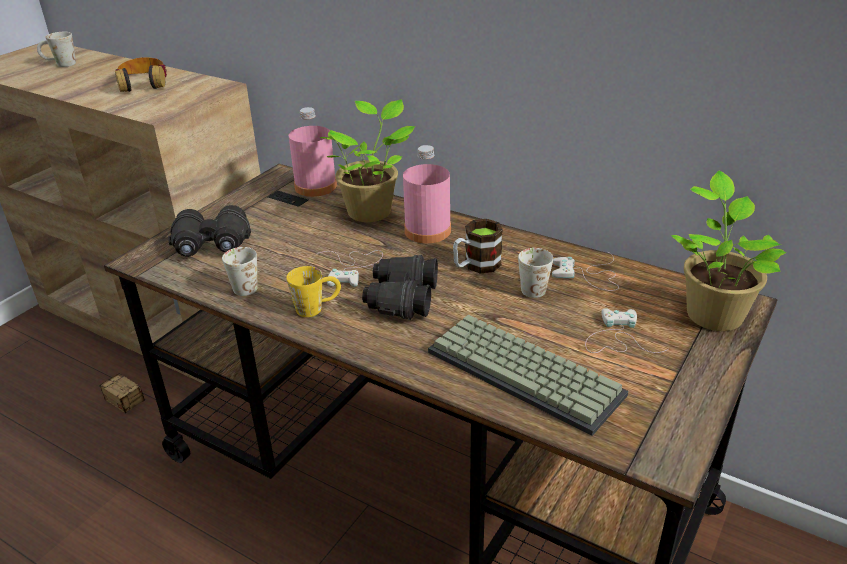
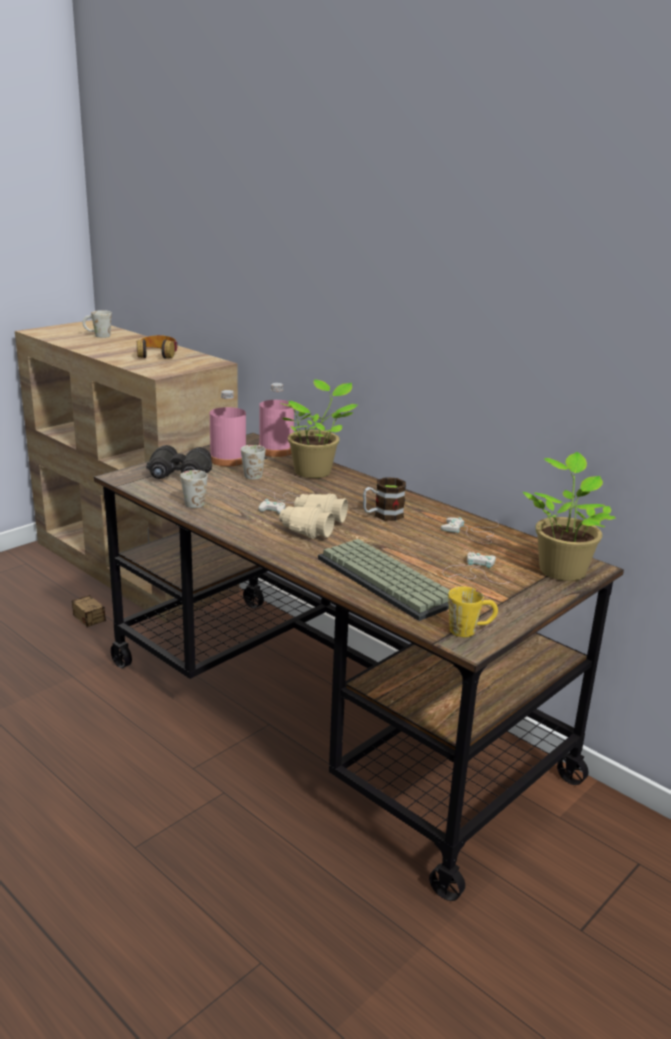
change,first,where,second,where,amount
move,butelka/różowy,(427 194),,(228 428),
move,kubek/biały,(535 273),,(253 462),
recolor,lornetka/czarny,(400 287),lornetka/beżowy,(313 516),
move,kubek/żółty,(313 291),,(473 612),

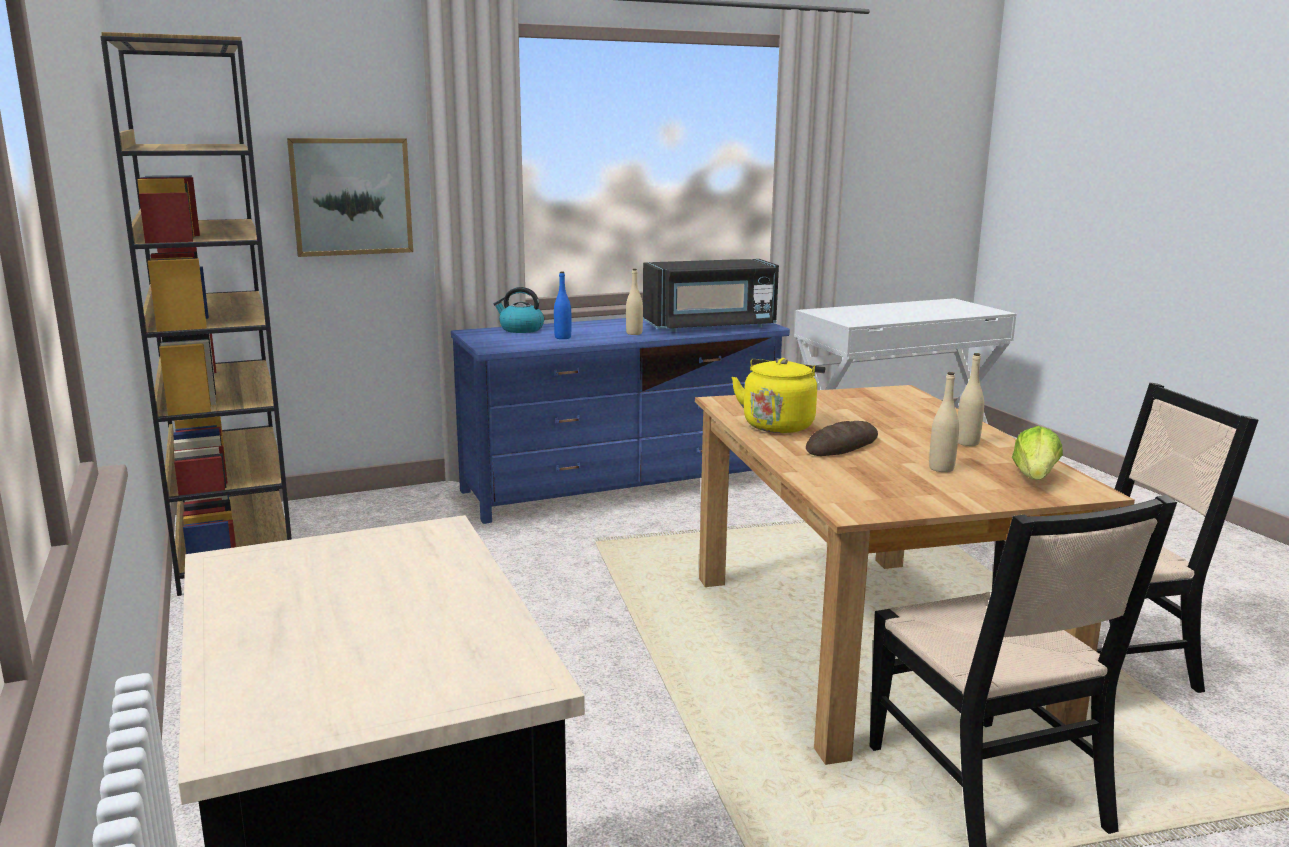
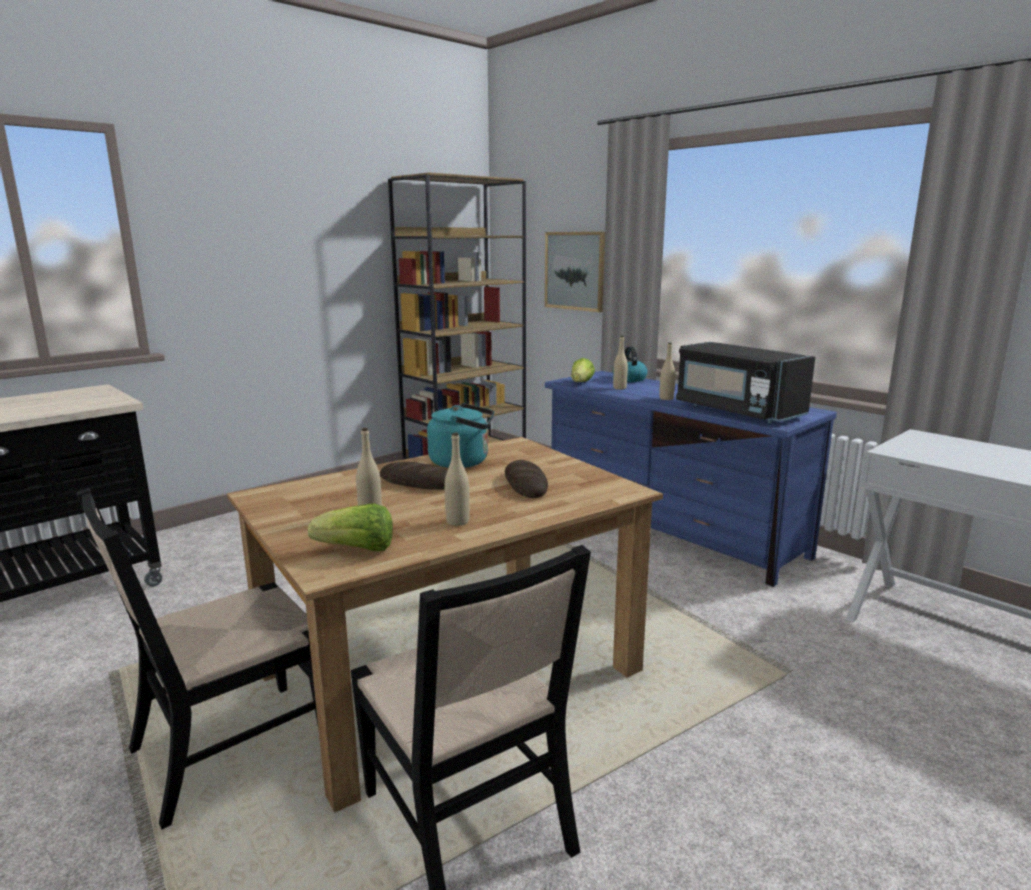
change,first,where,second,where,amount
recolor,czajnik/żółty,(778 395),czajnik/turkusowy,(460 435),
insert,,,chleb,(526 479),
insert,,,sałata,(583 370),
recolor,butelka/niebieski,(562 305),butelka/beżowy,(620 363),

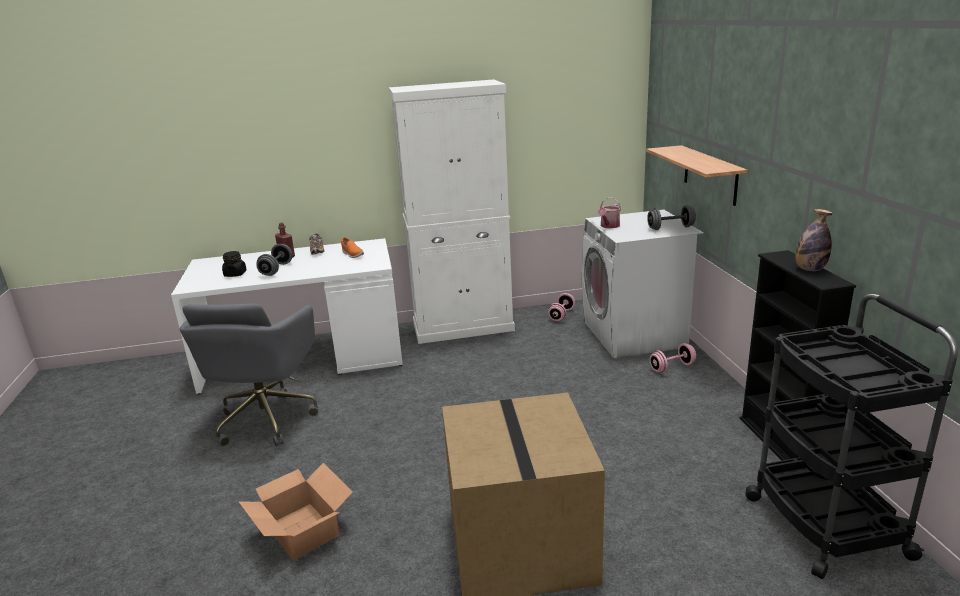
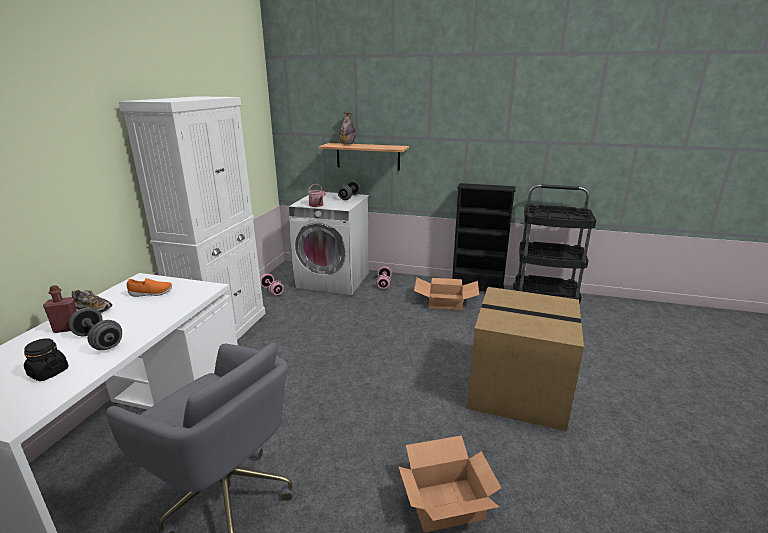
change,first,where,second,where,amount
move,butelka,(813 240),,(347 128),
insert,,,karton,(446 294),

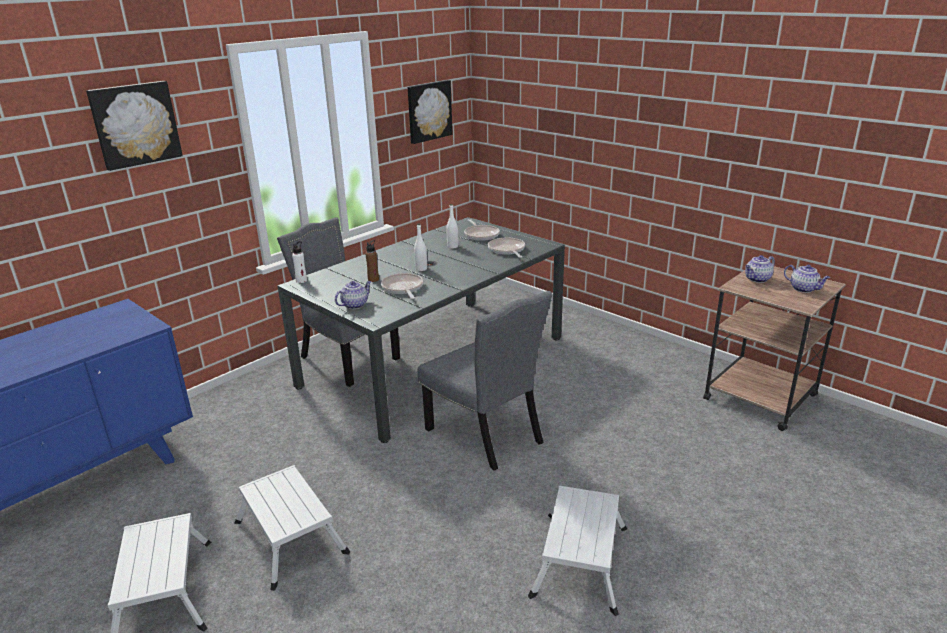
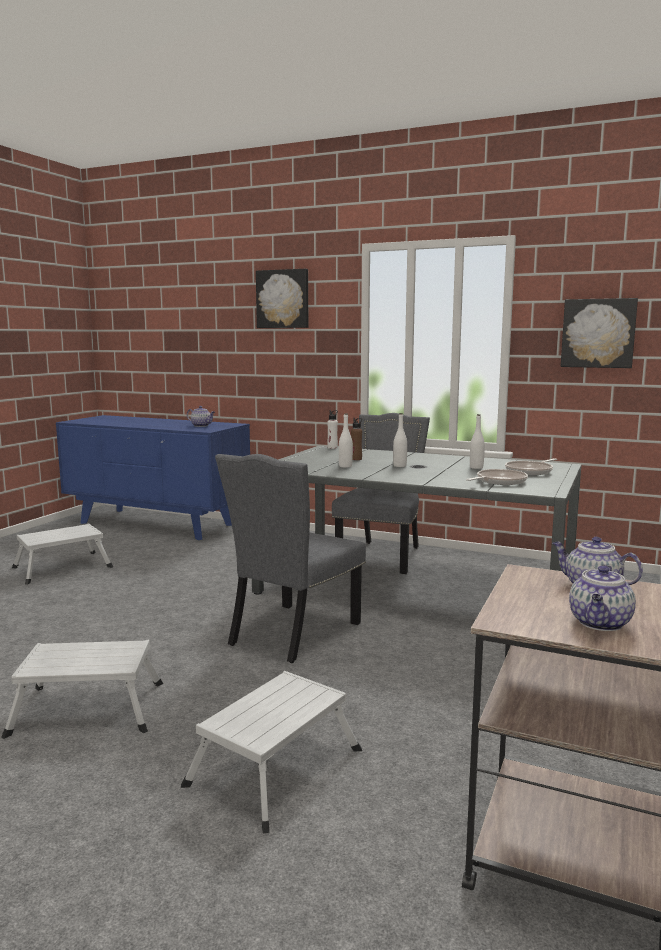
change,first,where,second,where,amount
move,drabinka/biały,(292 528),,(271 752),
move,imbryk,(353 295),,(201 416),
replace,patelnia,(402 286),butelka/biały,(346 440),

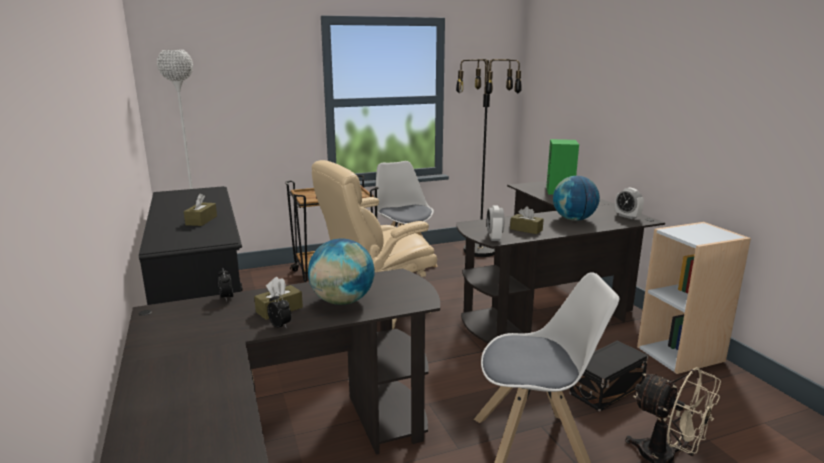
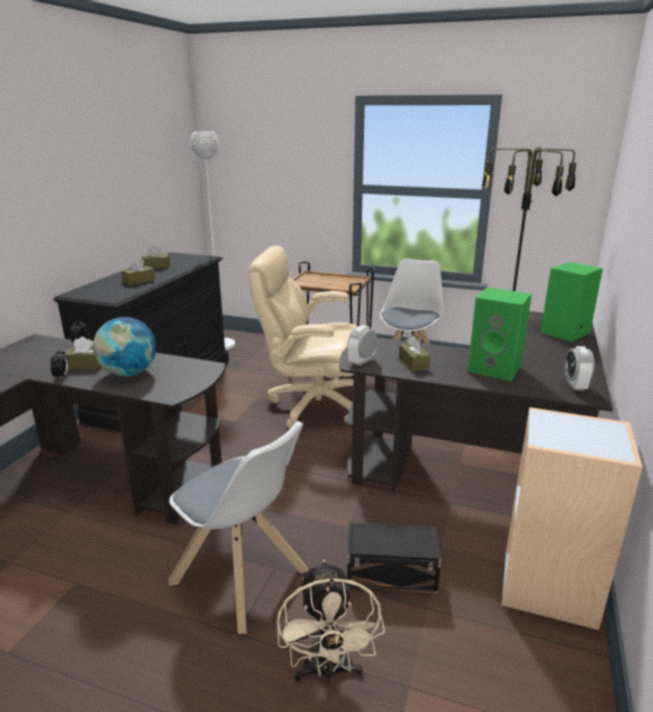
change,first,where,second,where,amount
insert,,,pudełko chusteczek/brązowy,(155 257),
replace,globus,(576 198),głośnik/zielony,(500 334),

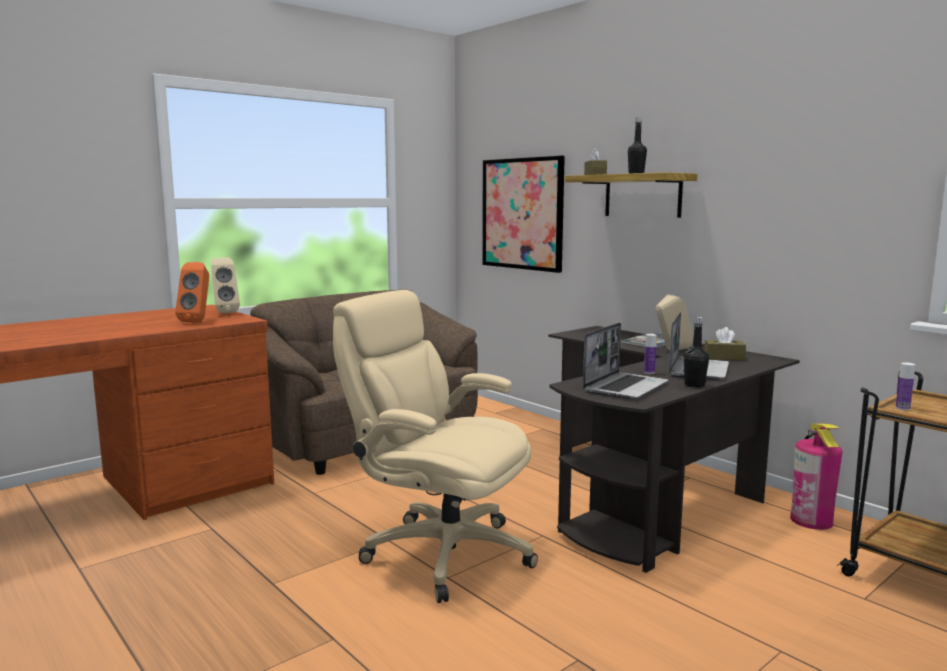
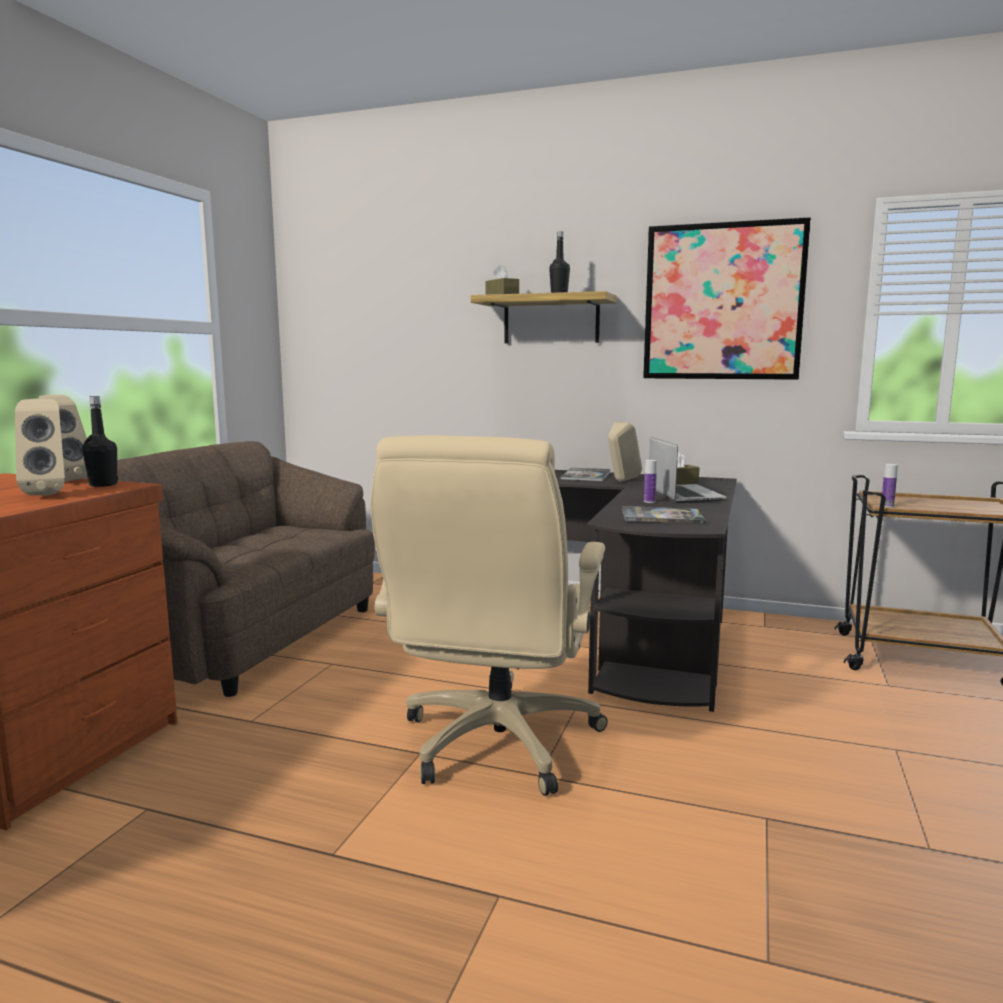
change,first,where,second,where,amount
recolor,głośnik/pomarańczowy,(192 292),głośnik/beżowy,(40 447),
move,butelka/czarny,(696 352),,(100 441),
rotate,krzesło biurowe/beżowy,(435 446),,(489 615),75 degrees counterclockwise
replace,laptop,(626 360),książka,(664 515),
move,obraz,(523 214),,(727 298),
delete,gaśnica,(816 476),,,

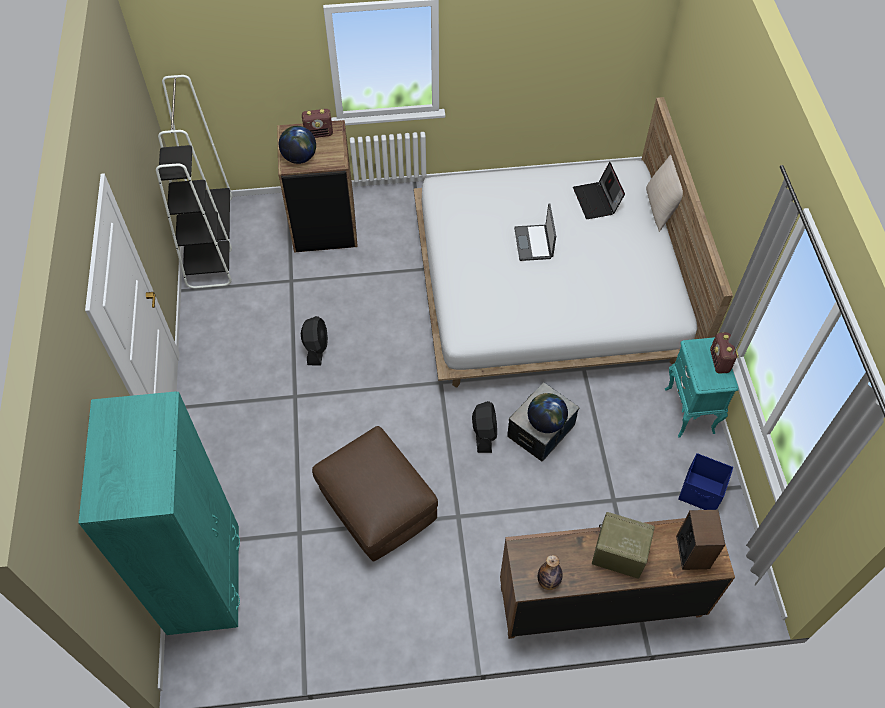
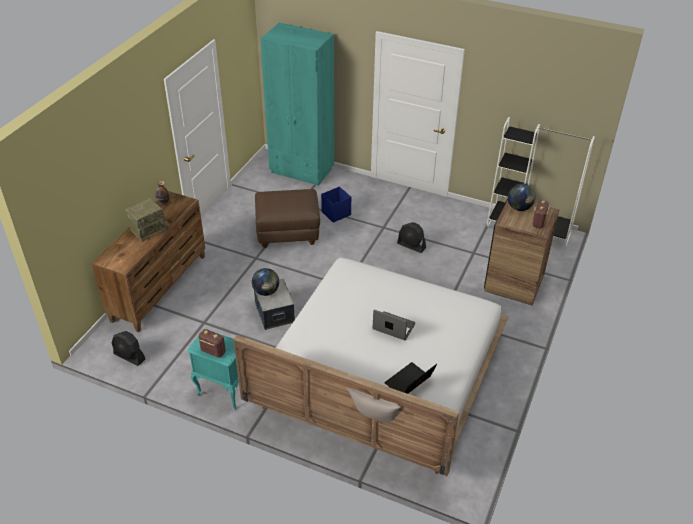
change,first,where,second,where,amount
move,wentylator/czarny,(484 427),,(128 348),
move,pojemnik do przechowywania/niebieski,(705 481),,(336 205),
rotate,laptop,(599 190),,(410 378),60 degrees counterclockwise
delete,głośnik,(700 540),,,

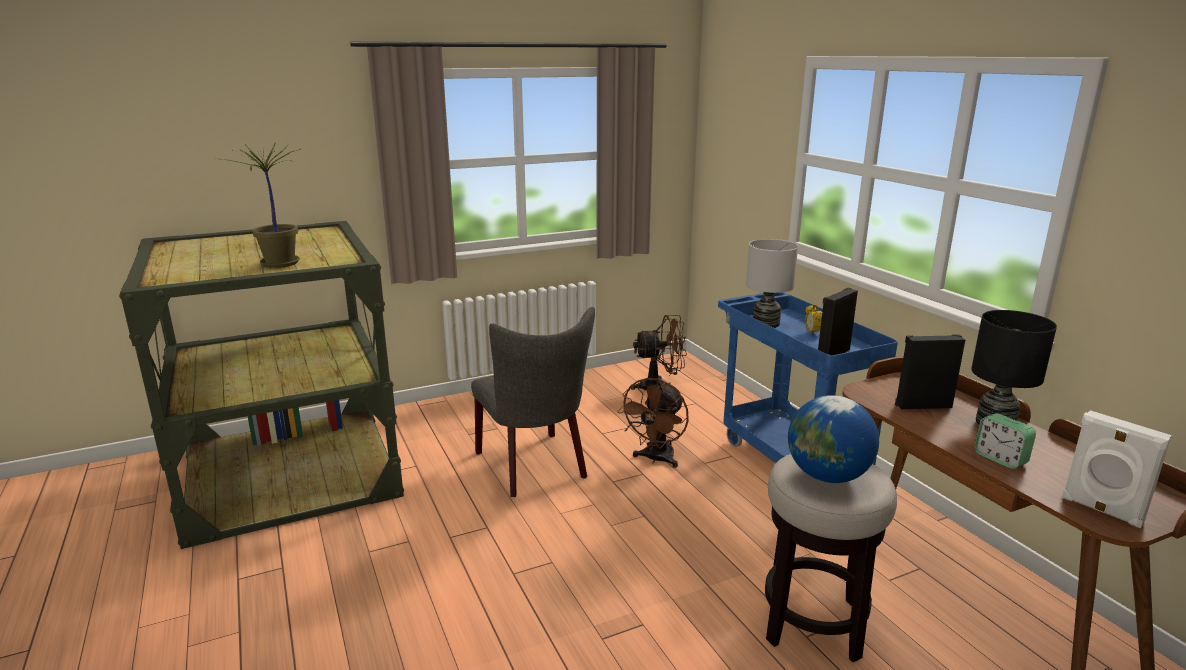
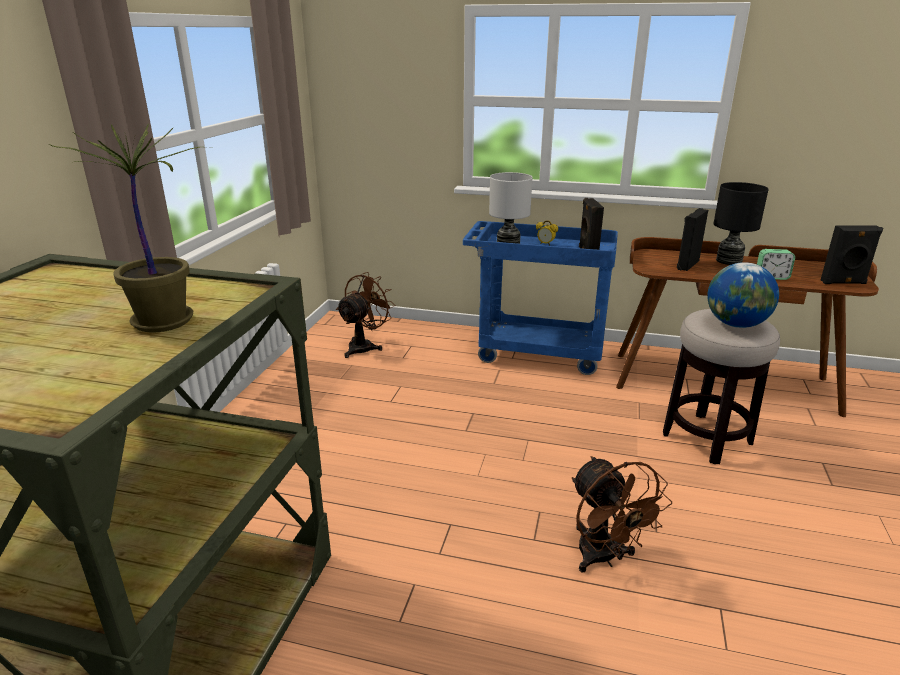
change,first,where,second,where,amount
move,wentylator/brązowy,(653 423),,(622 514),
recolor,głośnik/biały,(1117 469),głośnik/czarny,(852 255),
delete,krzesło/szary,(533 402),,,

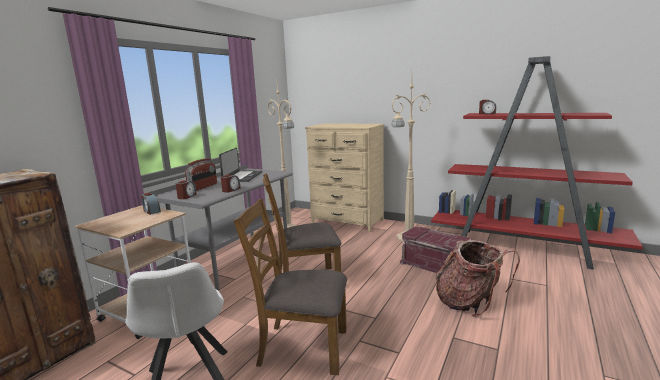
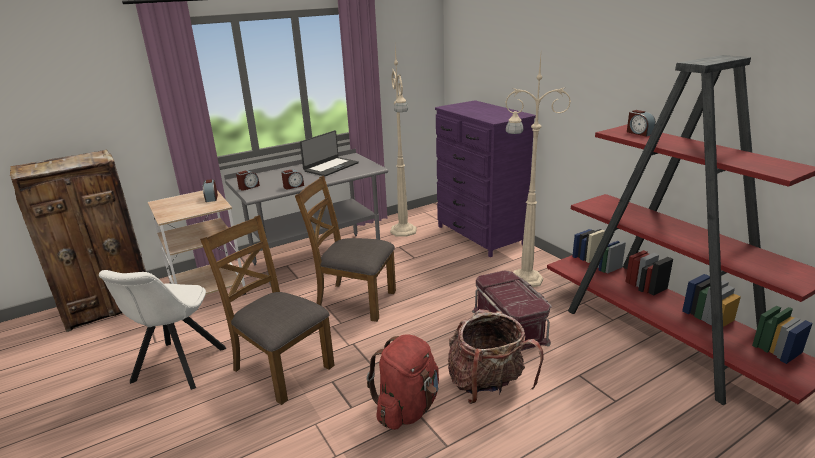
change,first,where,second,where,amount
insert,,,plecak/czerwony,(403 382),
recolor,komoda/beżowy,(345 177),komoda/fioletowy,(485 178),
delete,radio,(201 174),,,

